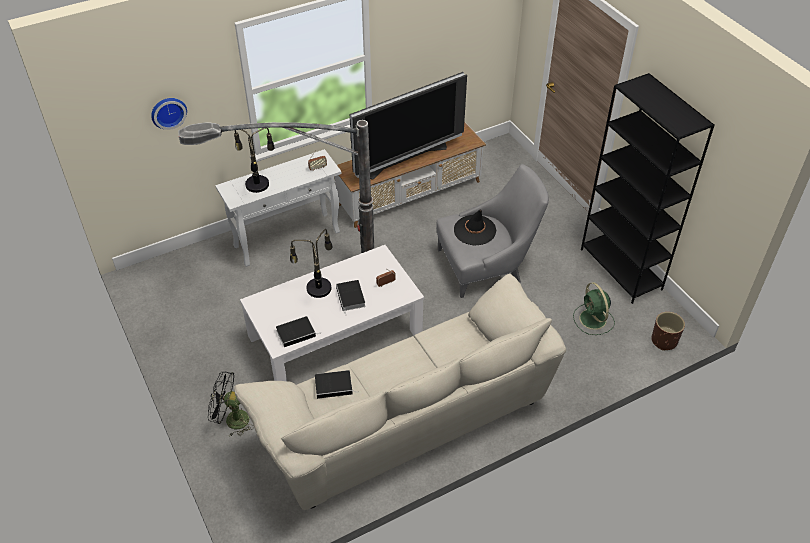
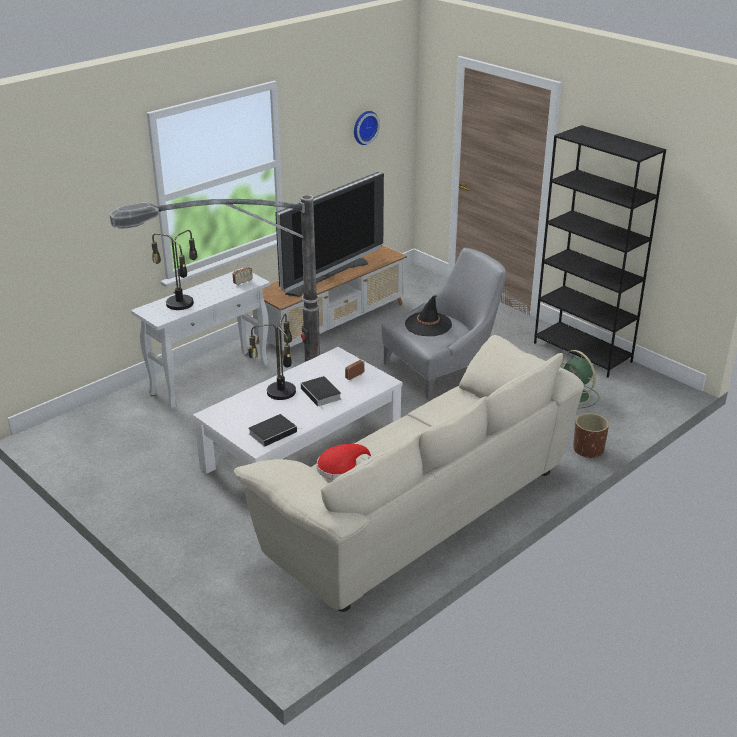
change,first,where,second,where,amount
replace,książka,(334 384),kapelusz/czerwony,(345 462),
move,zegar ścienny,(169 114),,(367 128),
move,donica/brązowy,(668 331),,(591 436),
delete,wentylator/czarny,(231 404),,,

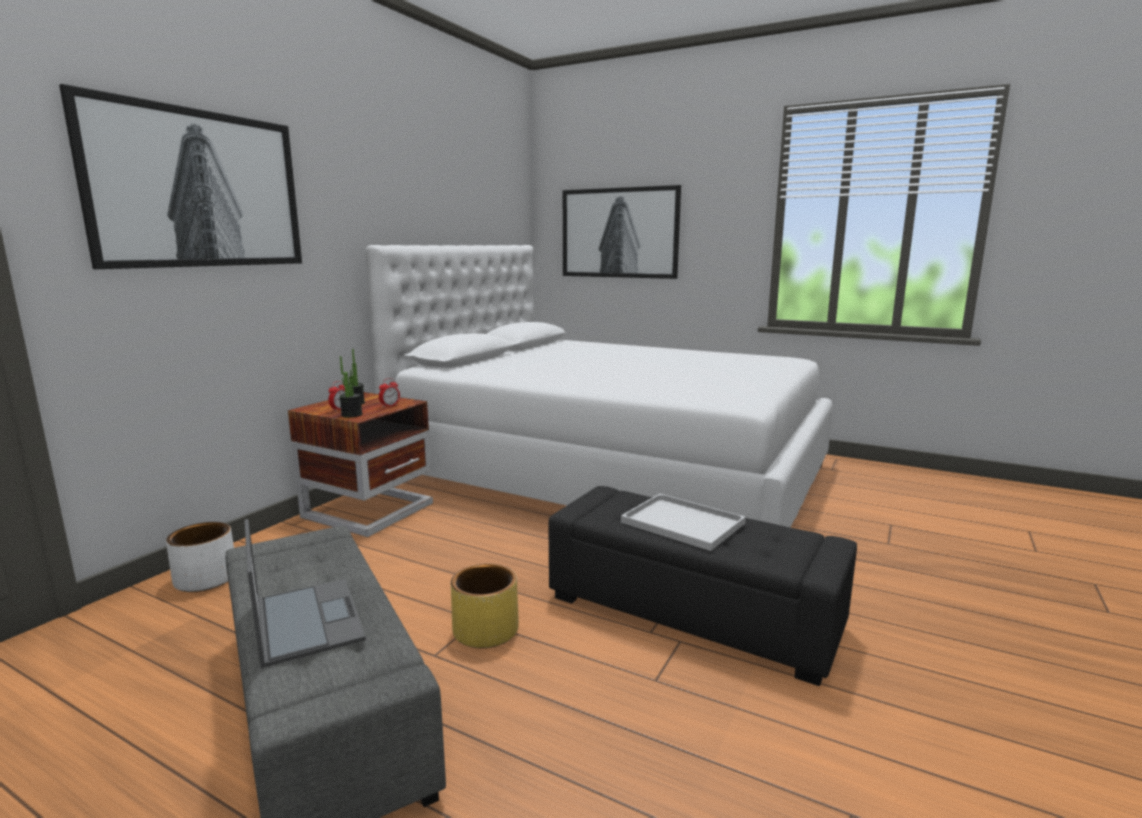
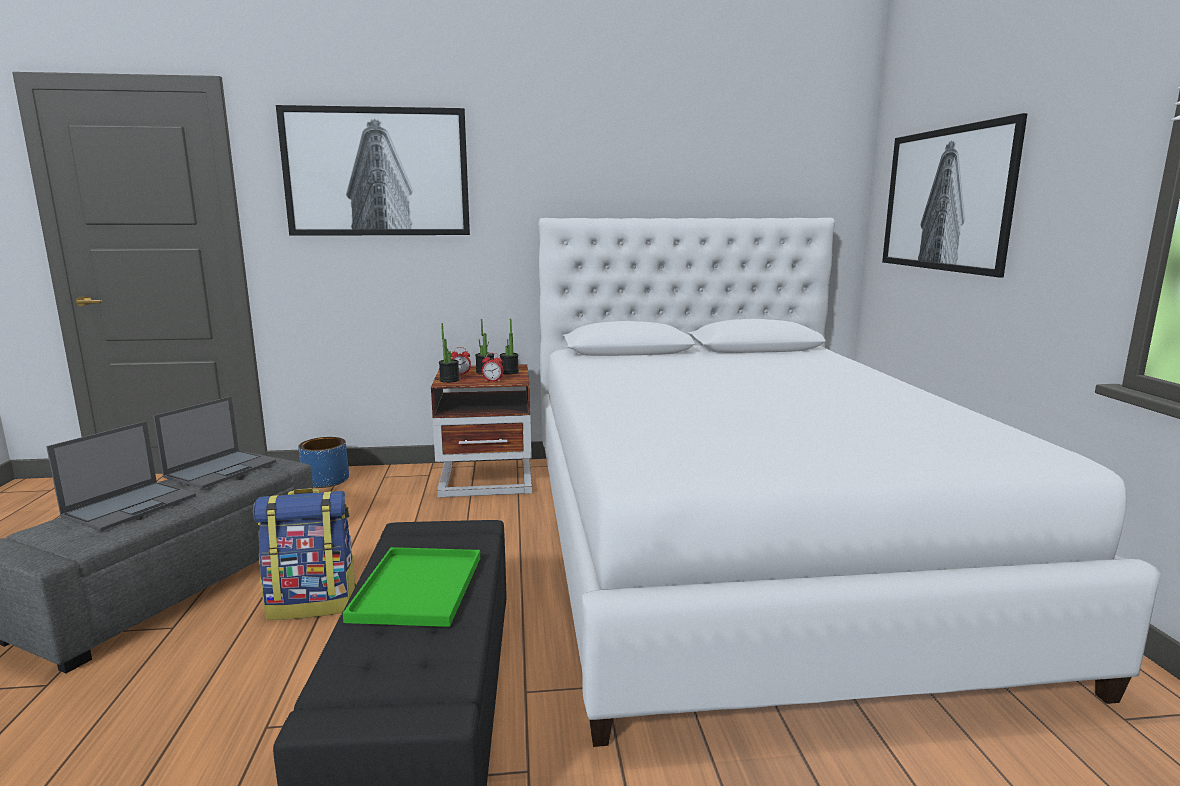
change,first,where,second,where,amount
insert,,,laptop,(214 442),
replace,donica/żółty,(485 605),plecak,(305 554),
recolor,donica/biały,(200 557),donica/niebieski,(323 462),
recolor,taca/biały,(683 522),taca/zielony,(411 587),
insert,,,roślina doniczkowa,(509 347),

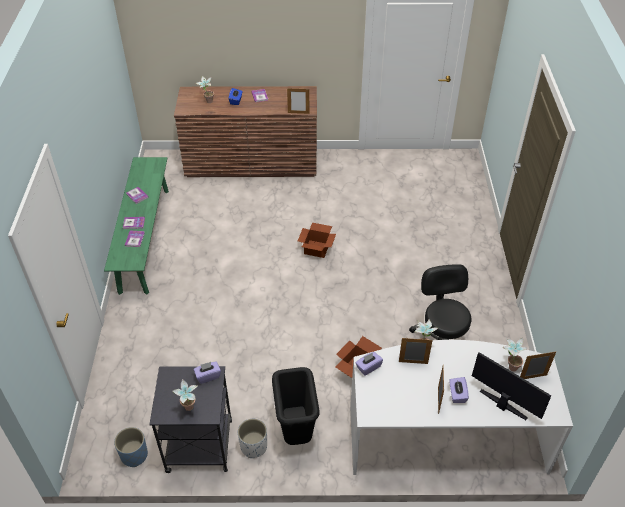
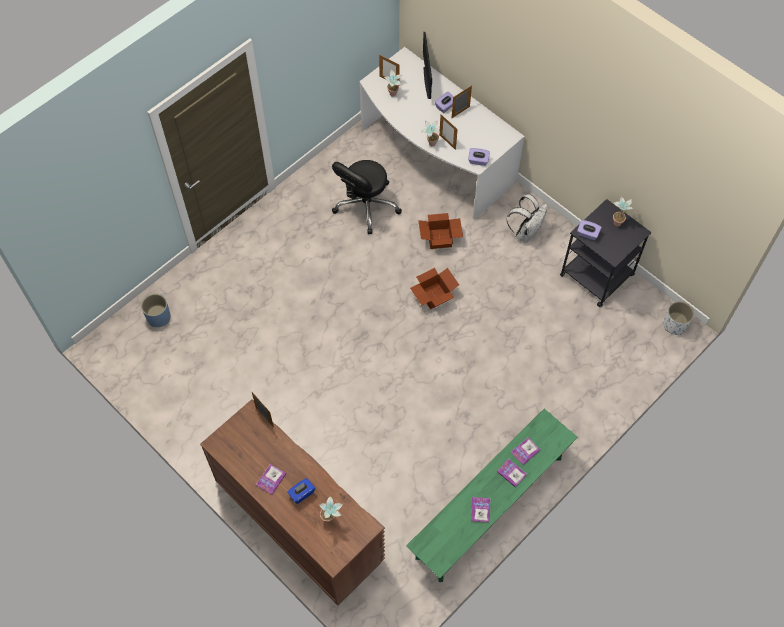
change,first,where,second,where,amount
move,donica/niebieski,(131 447),,(156 310),
move,karton,(317 240),,(434 288),
replace,kosz na śmieci/czarny,(296 406),plecak/biały,(527 218),
move,donica/biały,(252 438),,(679 318),

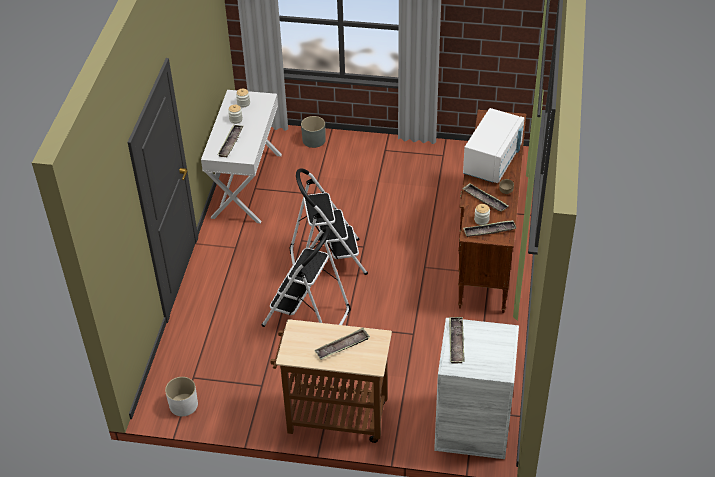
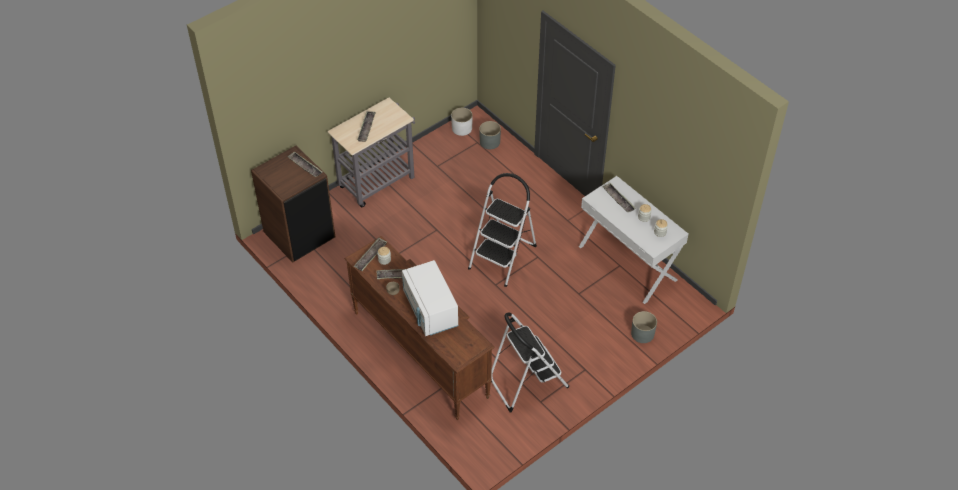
change,first,where,second,where,amount
recolor,szafka/biały,(476 388),szafka/brązowy,(293 204),
recolor,wózek/brązowy,(331 381),wózek/szary,(371 152),
insert,,,donica/szary,(490 135),
move,drabinka,(306 277),,(530 363),

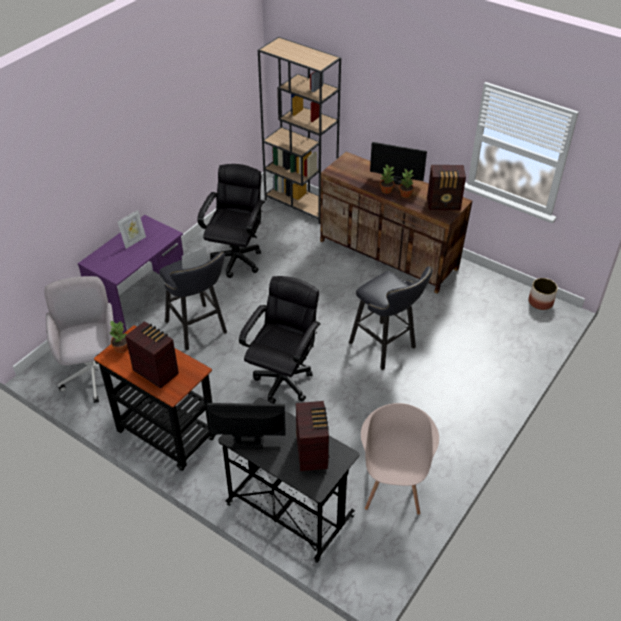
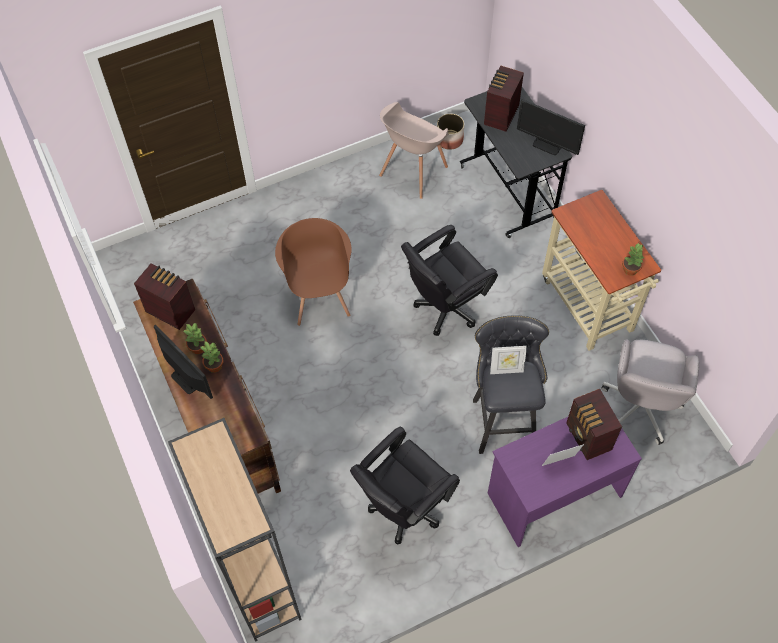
change,first,where,second,where,amount
replace,stołek/czarny,(391 318),krzesło/brązowy,(313 272),
move,donica,(543 294),,(450 131),
recolor,wózek/czarny,(155 398),wózek/beżowy,(601 270),
move,radio,(152 355),,(594 424),

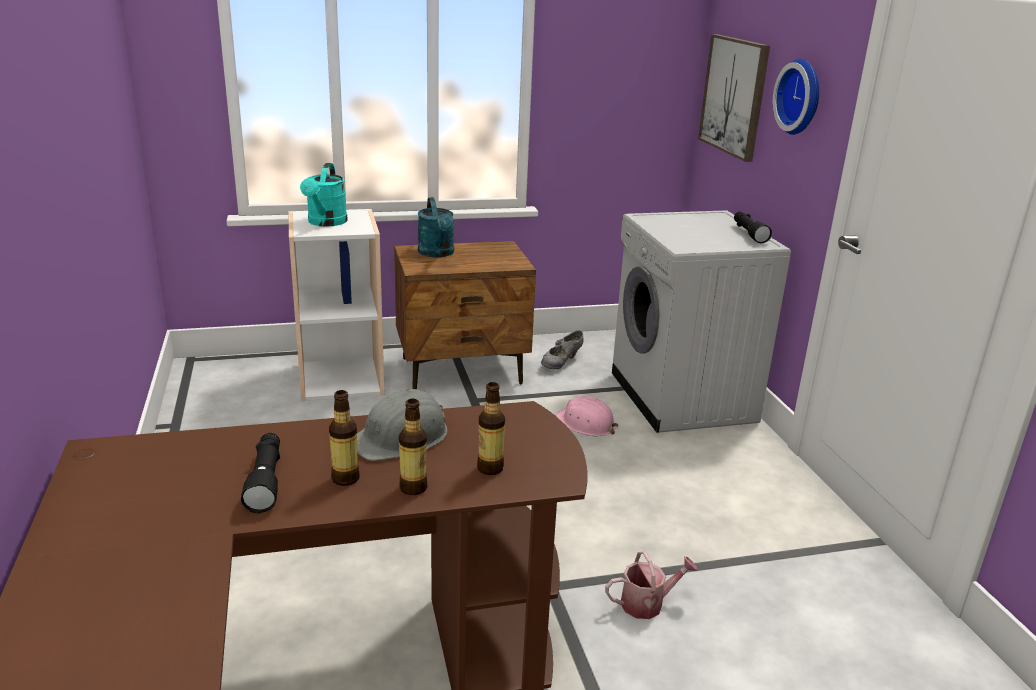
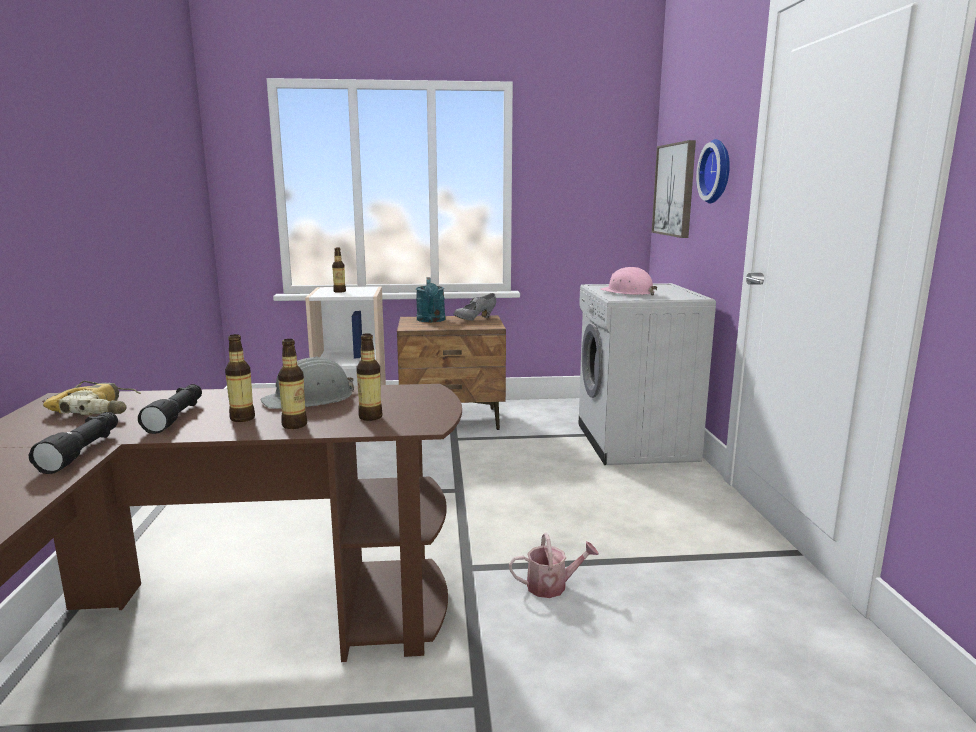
change,first,where,second,where,amount
move,latarka/czarny,(753 227),,(73 443),
insert,,,wiertarka,(92 398),
replace,konewka/turkusowy,(324 195),butelka,(339 270),
move,but/szary,(562 349),,(475 307),
move,kask/różowy,(587 416),,(628 281),

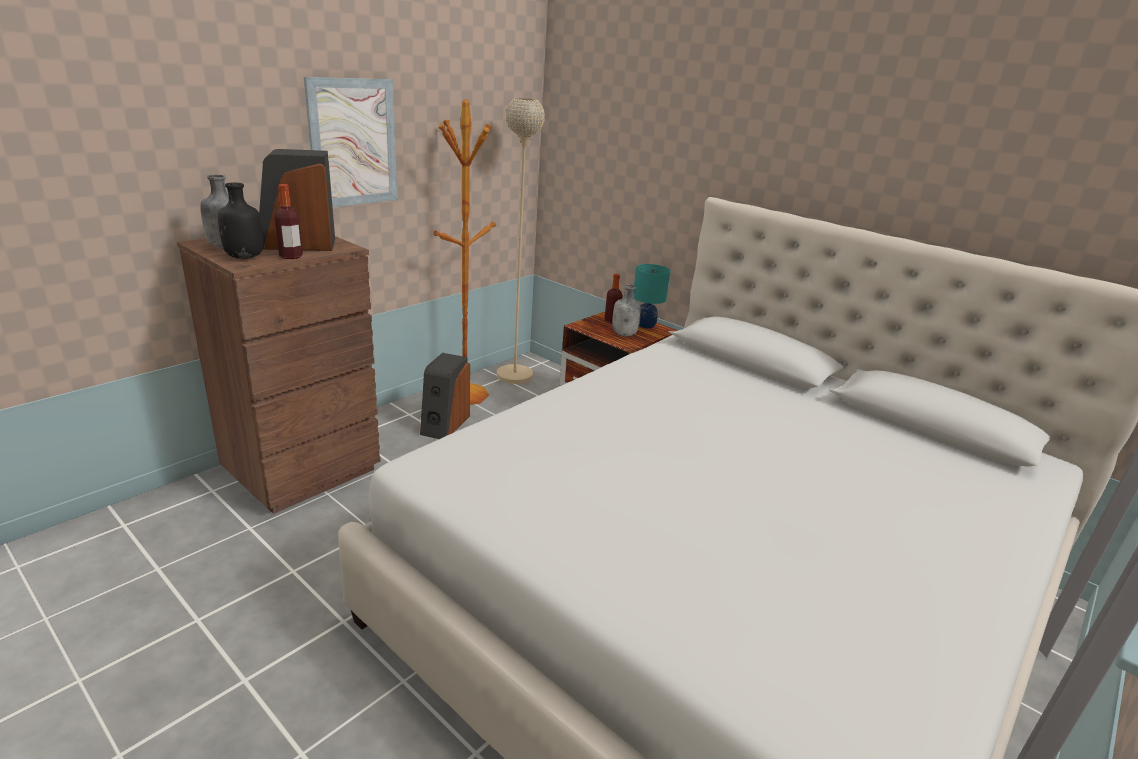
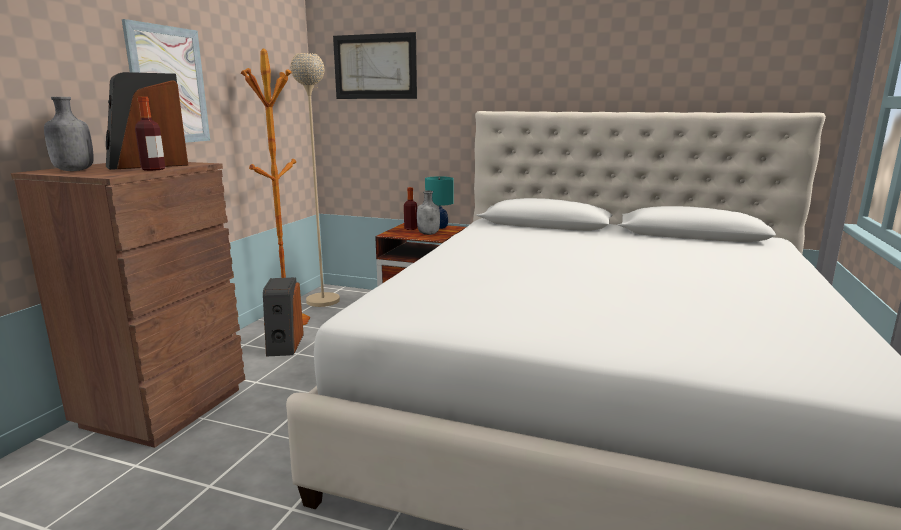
change,first,where,second,where,amount
insert,,,obraz,(375 65),
delete,butelka/czarny,(240 221),,,

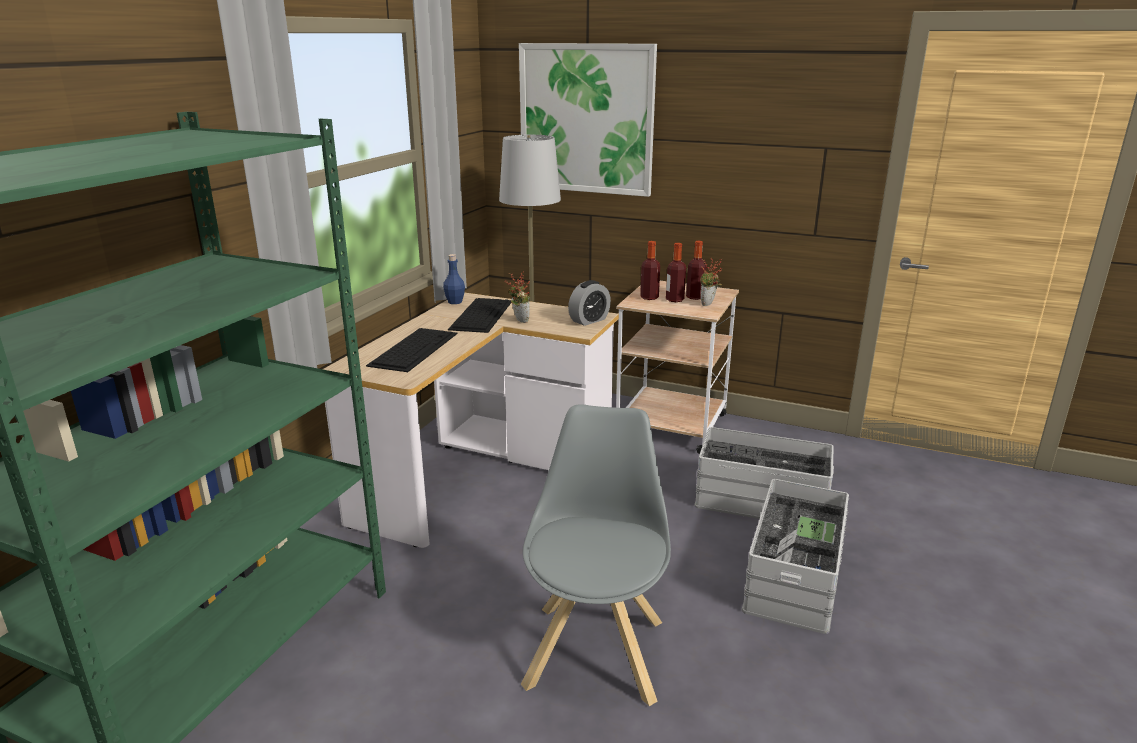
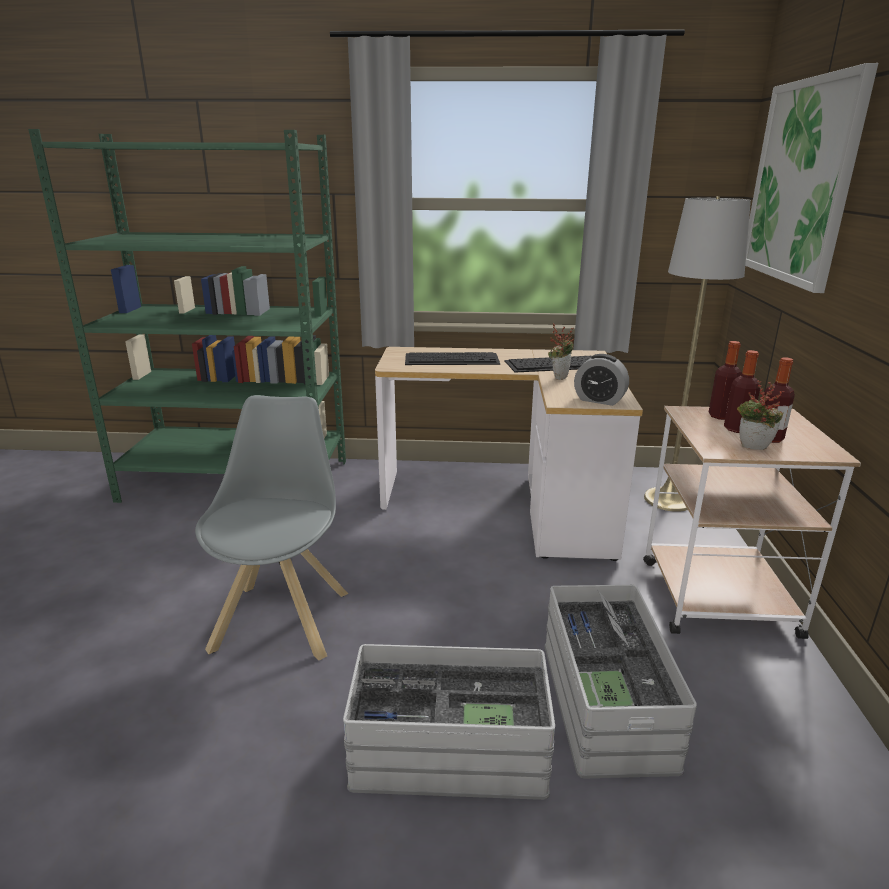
change,first,where,second,where,amount
rotate,krzesło/szary,(596 555),,(271 527),75 degrees counterclockwise
delete,butelka/niebieski,(454 279),,,

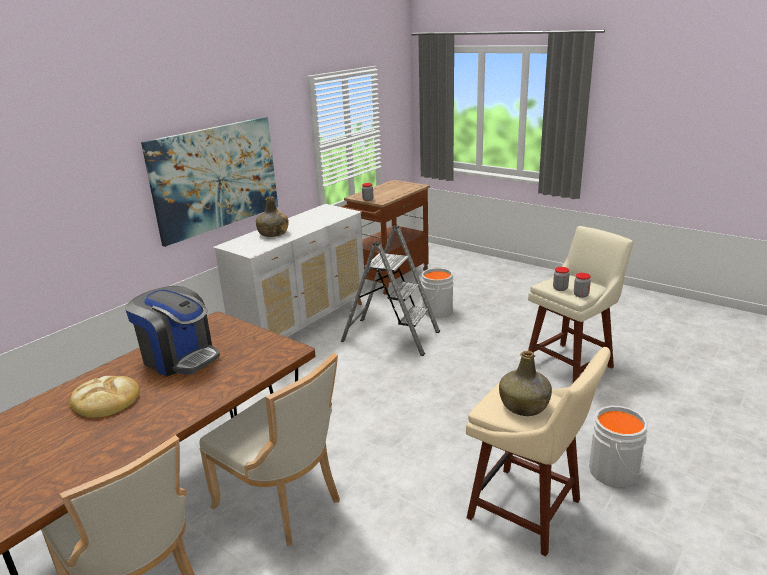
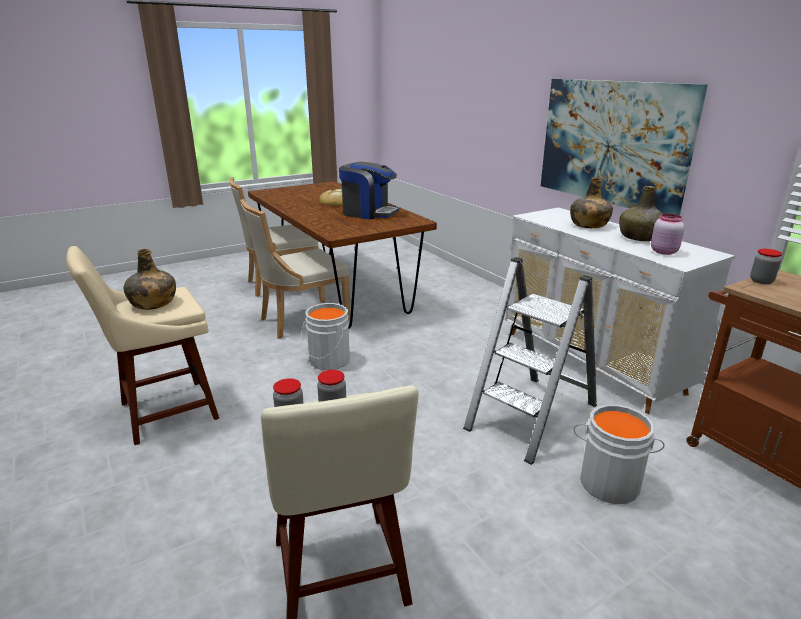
change,first,where,second,where,amount
move,wiadro/szary,(618 447),,(325 336),
rotate,ekspres do kawy,(172 331),,(369 190),120 degrees counterclockwise
insert,,,butelka/zielony,(641 213),
insert,,,słoik/różowy,(668 234),

